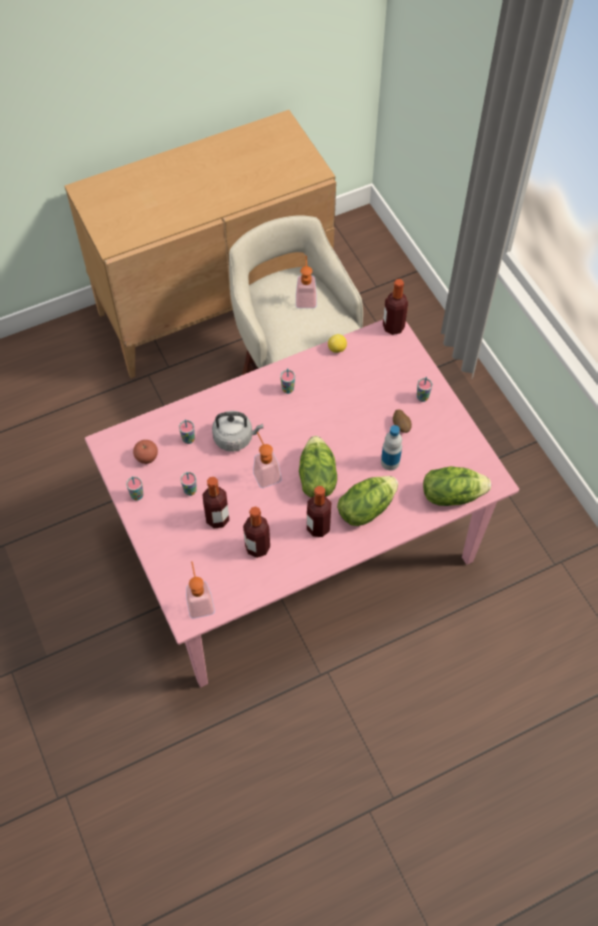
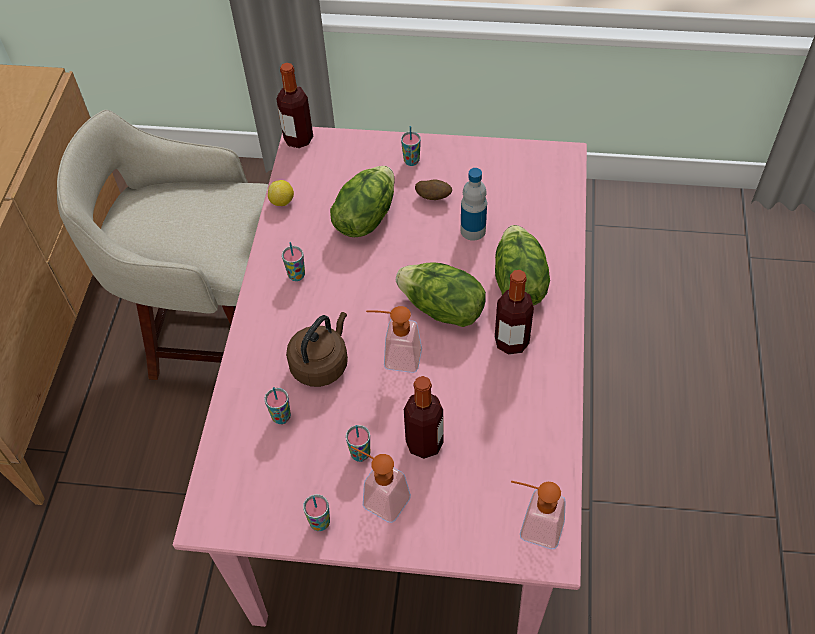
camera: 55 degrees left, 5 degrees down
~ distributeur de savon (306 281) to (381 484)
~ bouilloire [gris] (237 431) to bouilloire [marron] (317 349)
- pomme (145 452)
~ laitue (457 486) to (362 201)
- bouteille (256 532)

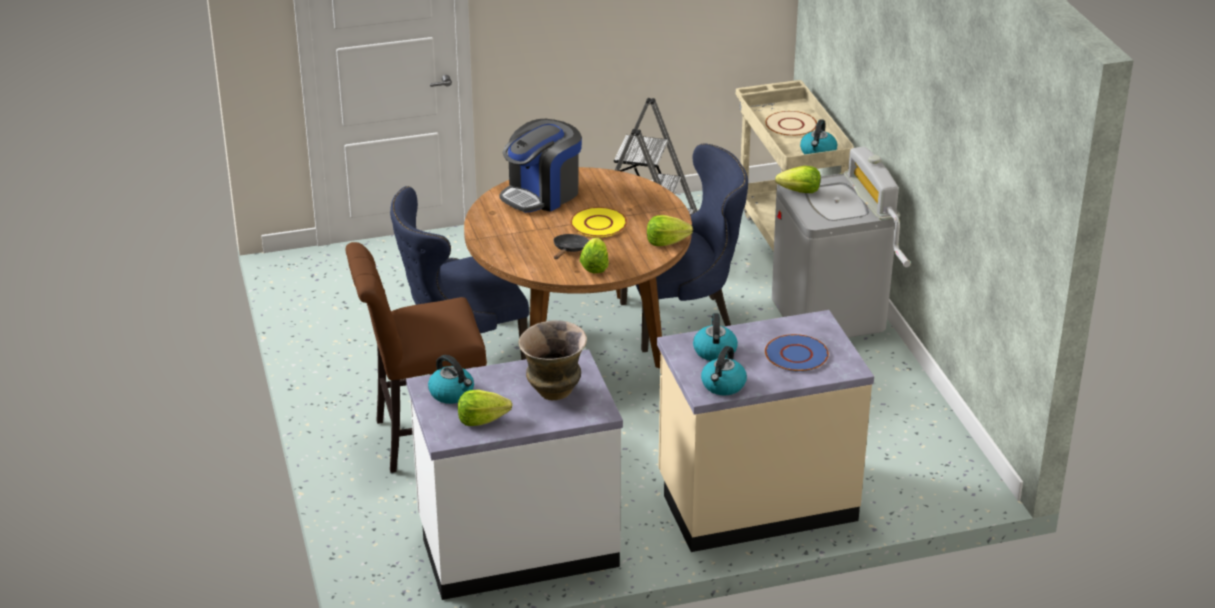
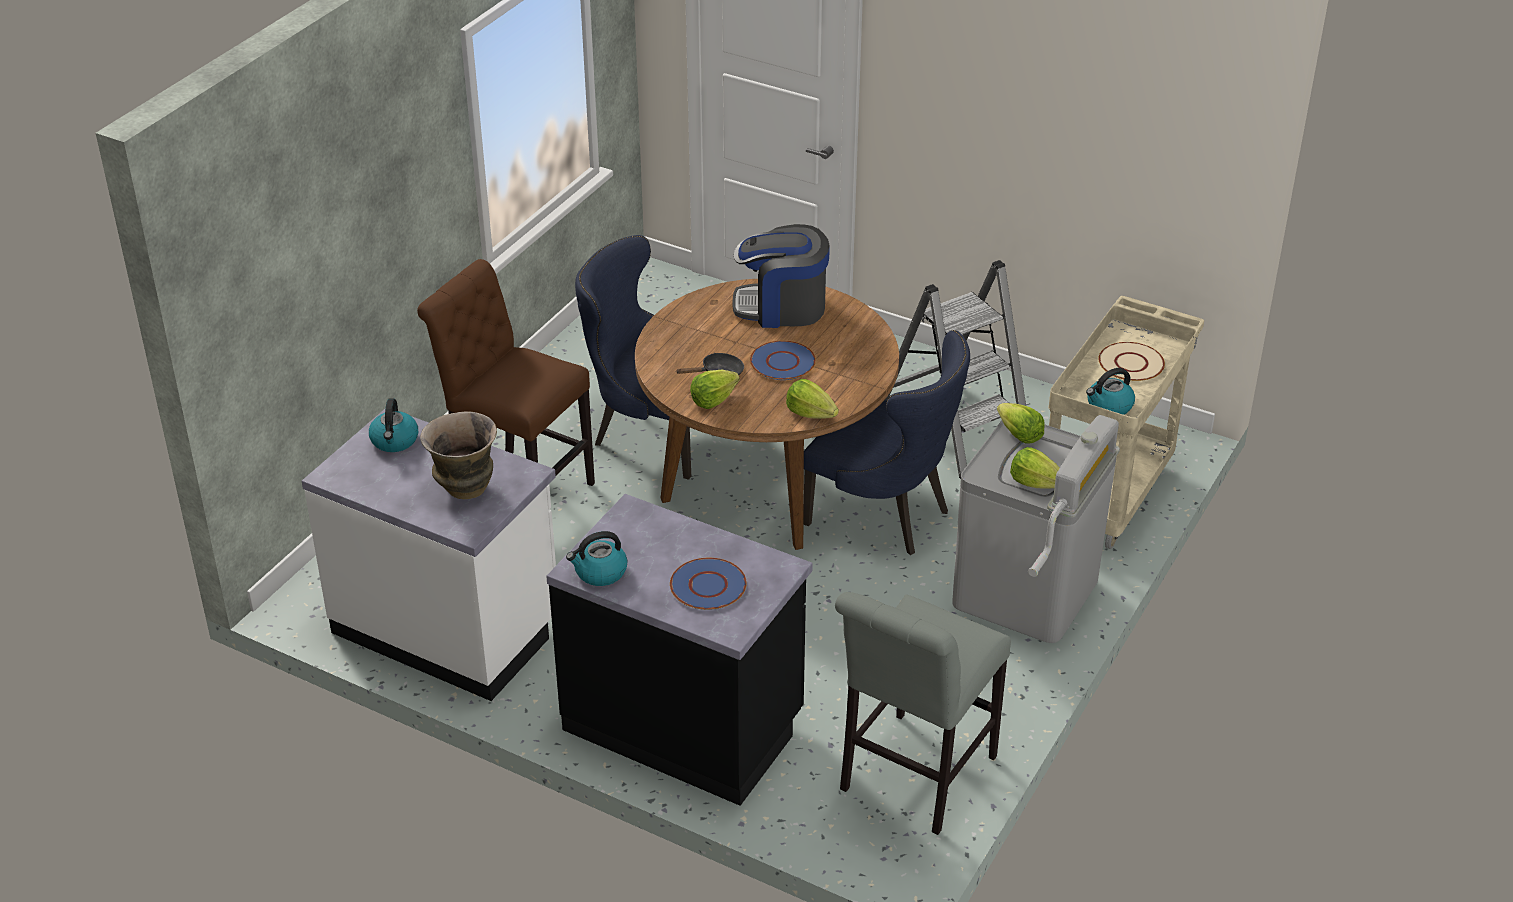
camera: 45 degrees right, 5 degrees up
~ assiette [jaune] (598 222) to assiette [bleu] (783 360)
~ comptoir de cuisine [beige] (765 431) to comptoir de cuisine [noir] (679 650)
- bouilloire (715 337)
~ laitue (485 408) to (1035 468)
+ tabouret [gris] (923 713)

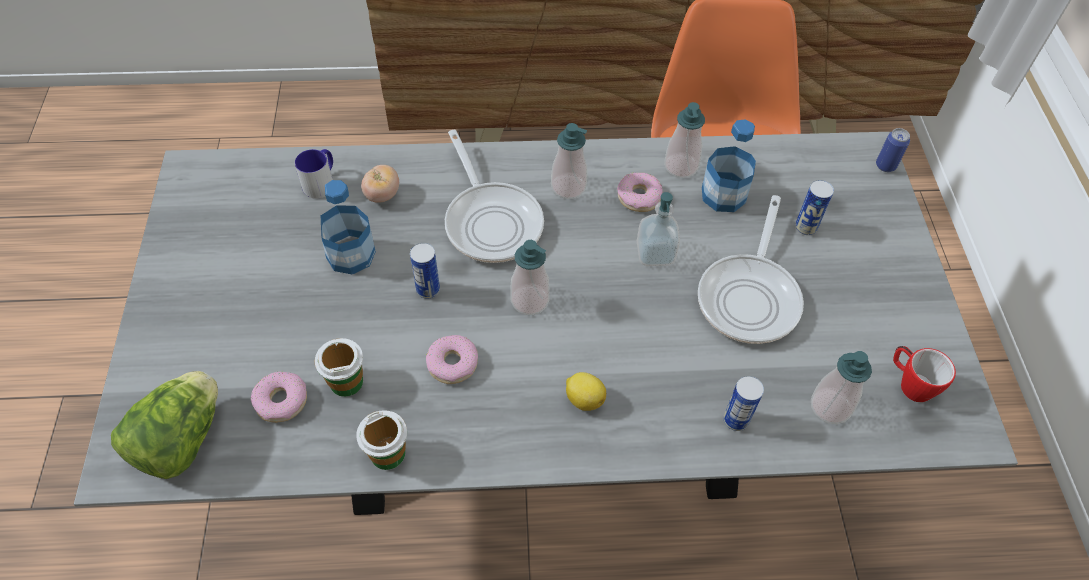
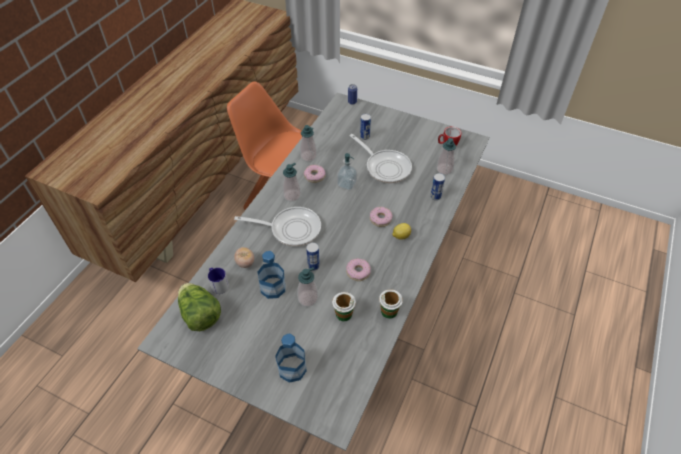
camera: 60 degrees left, 5 degrees down
~ bouteille (729 165) to (291 358)
~ distributeur de savon (530 277) to (307 287)
~ laitue (164 425) to (199 307)
~ beignet (279 397) to (381 217)

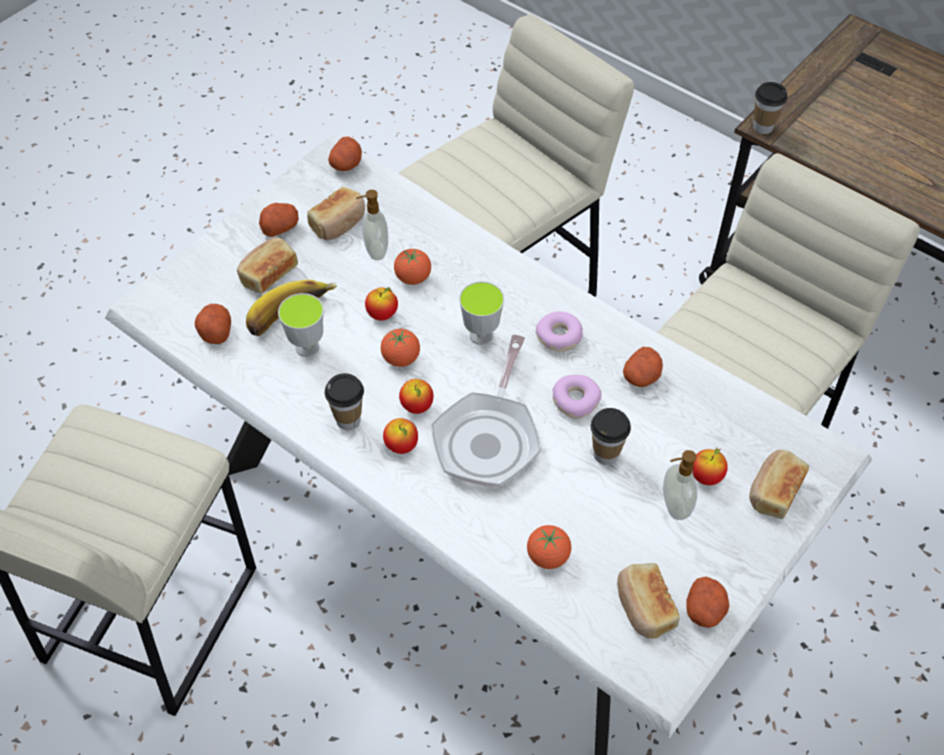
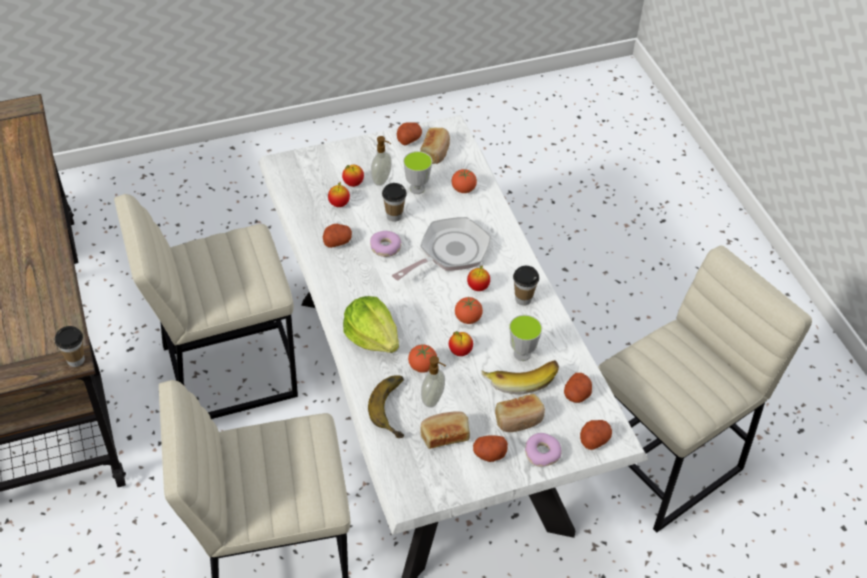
camera: 150 degrees left, 5 degrees down
~ pomme de terre (345 153) to (596 435)
~ tasse (481 313) to (417 172)
~ beignet (559 331) to (543 450)
~ pomme (400 436) to (339 194)
- pain (779 484)
+ laitue (371 324)
+ banane (386 406)

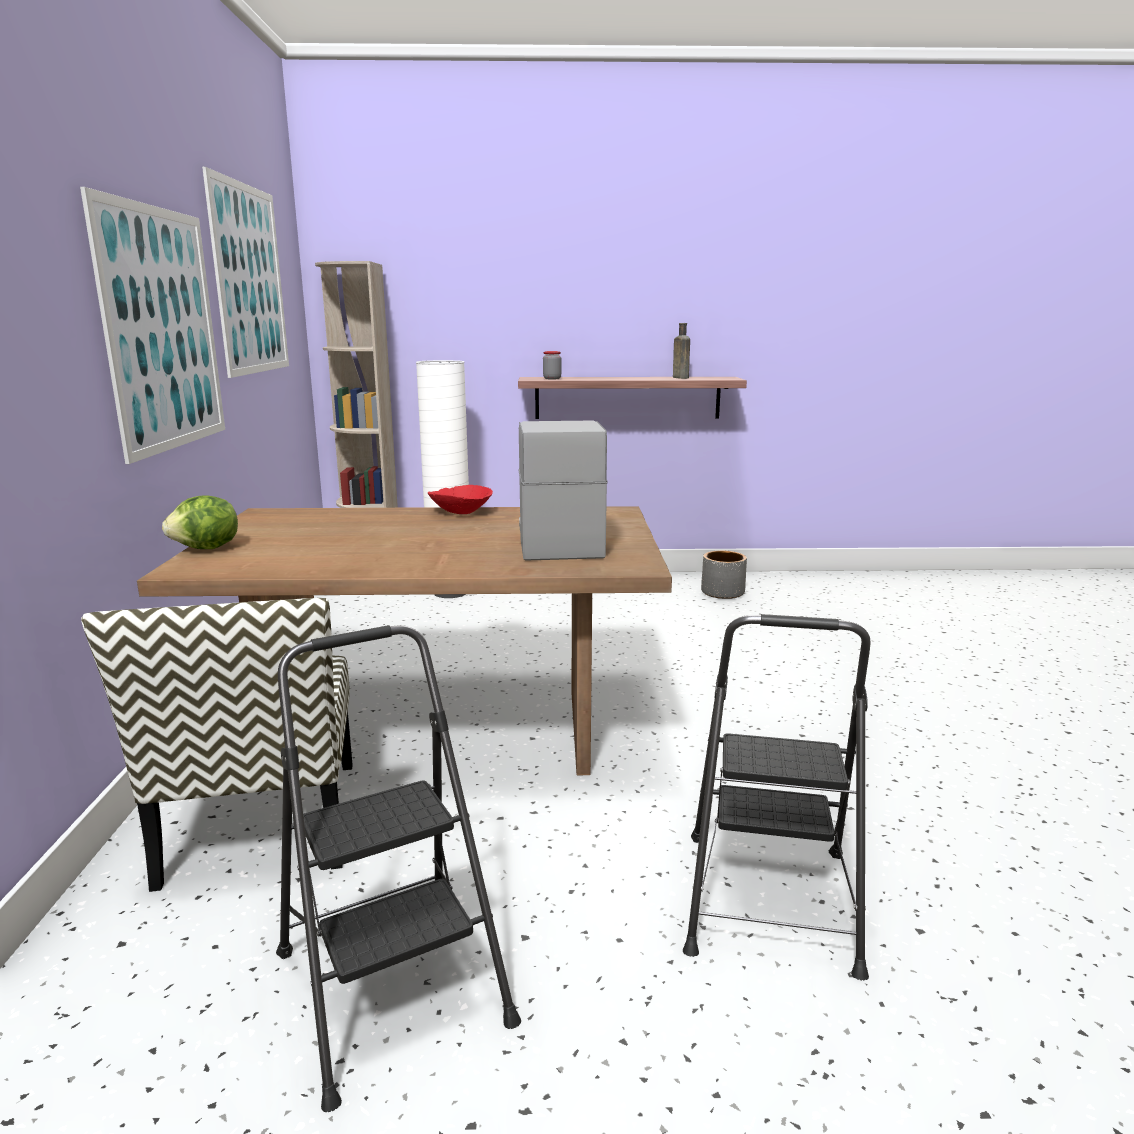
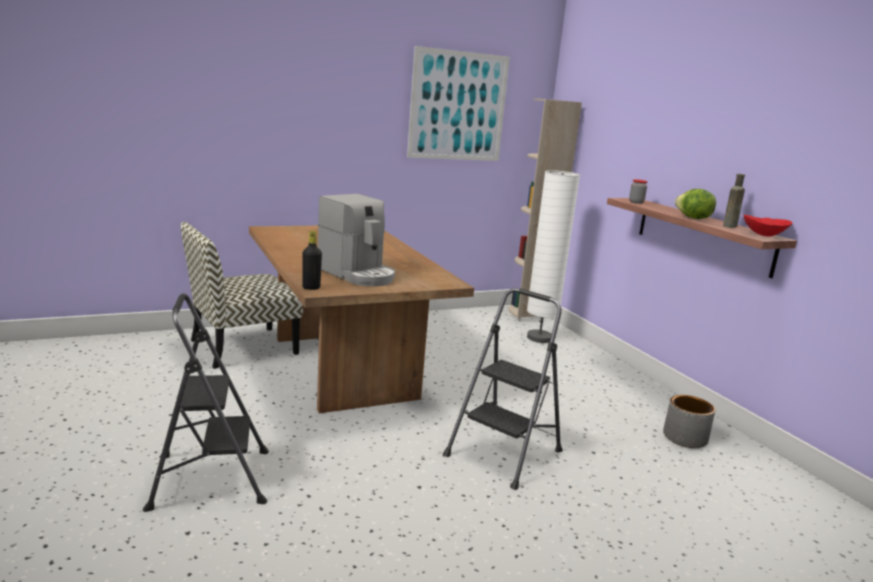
camera: 65 degrees right, 0 degrees up
- tableau (152 325)
~ machine à café (563 490) = (356 240) 75 degrees clockwise
~ bol [rouge] (460 499) to (768 226)
~ laitue (200 522) to (695 204)
~ escabeau [noir] (398 868) to (503 389)
+ bouteille [noir] (312 260)

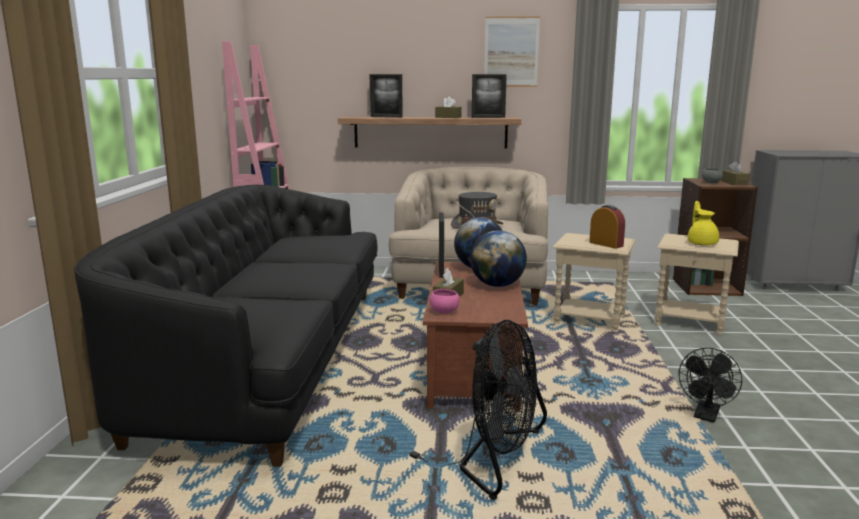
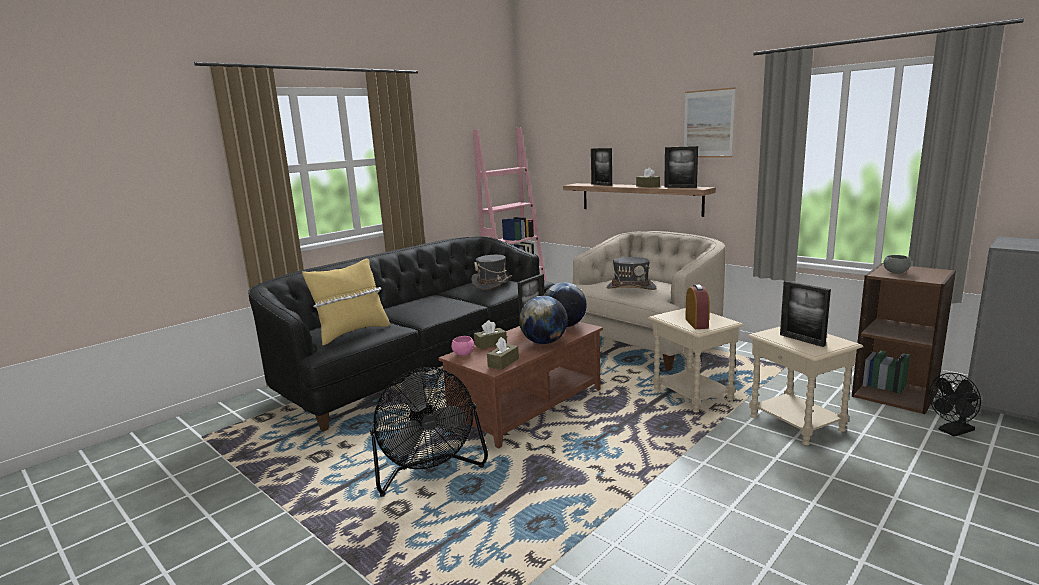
camera: 40 degrees right, 0 degrees up
~ boîte à mouchoirs [marron] (735 173) to (503 353)
~ théière [jaune] (703 223) to cadre photo (805 314)
~ ventilateur [noir] (710 385) to (955 405)
+ chapeau [gris] (492 272)
+ coussin [jaune] (346 301)

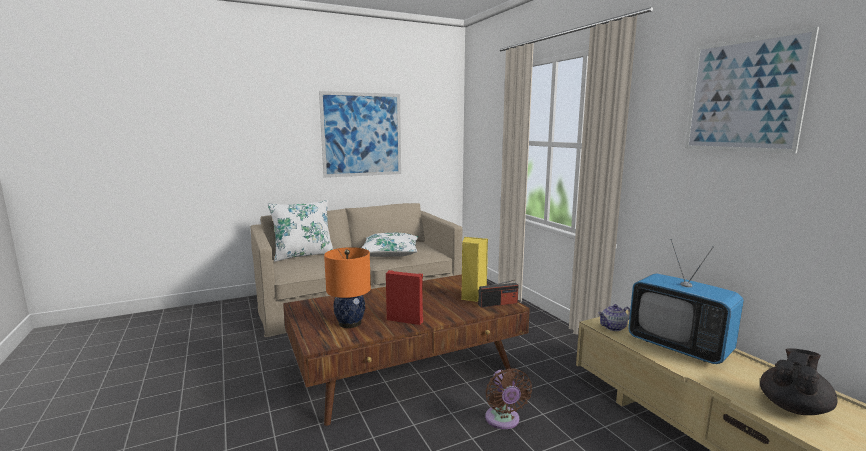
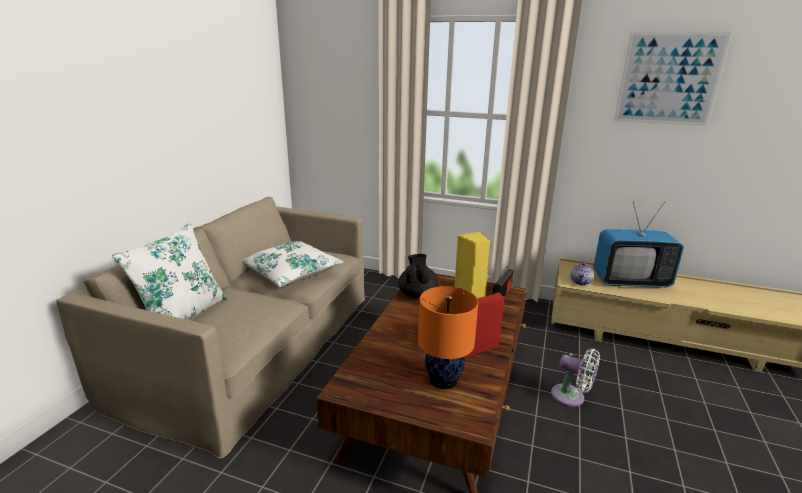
camera: 45 degrees left, 10 degrees up
- tableau (360 134)
~ théière [noir] (799 381) to (418 276)
~ ventilateur [marron] (508 398) to ventilateur [blanc] (575 378)

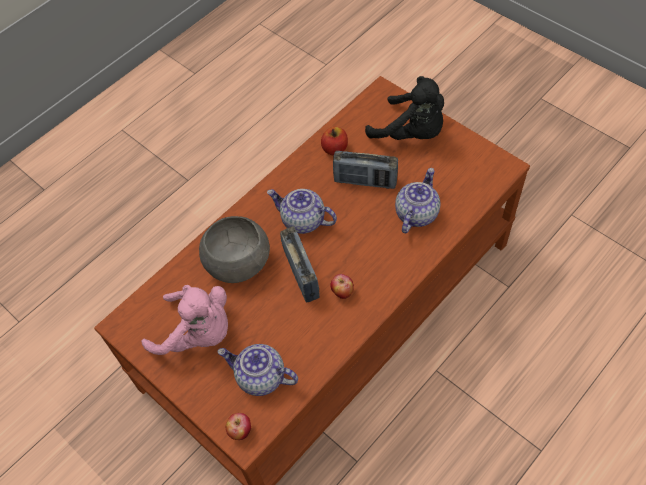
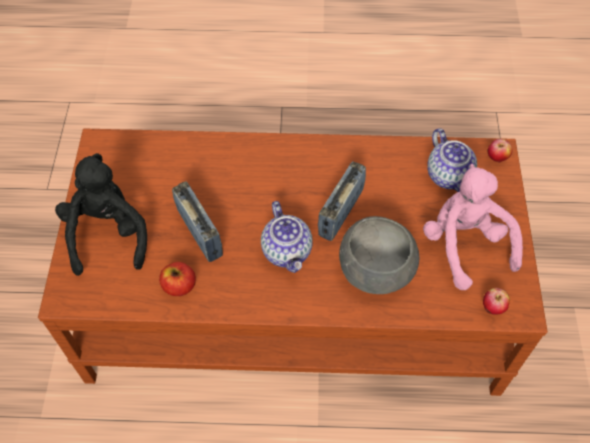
camera: 135 degrees left, 0 degrees up
- théière (417 200)
~ pomme (342 286) to (496 301)

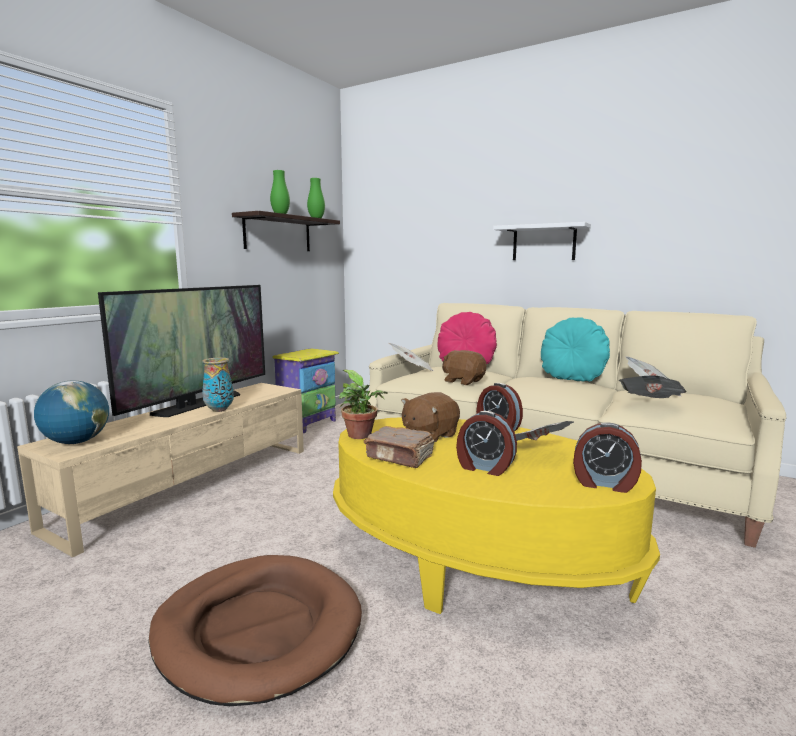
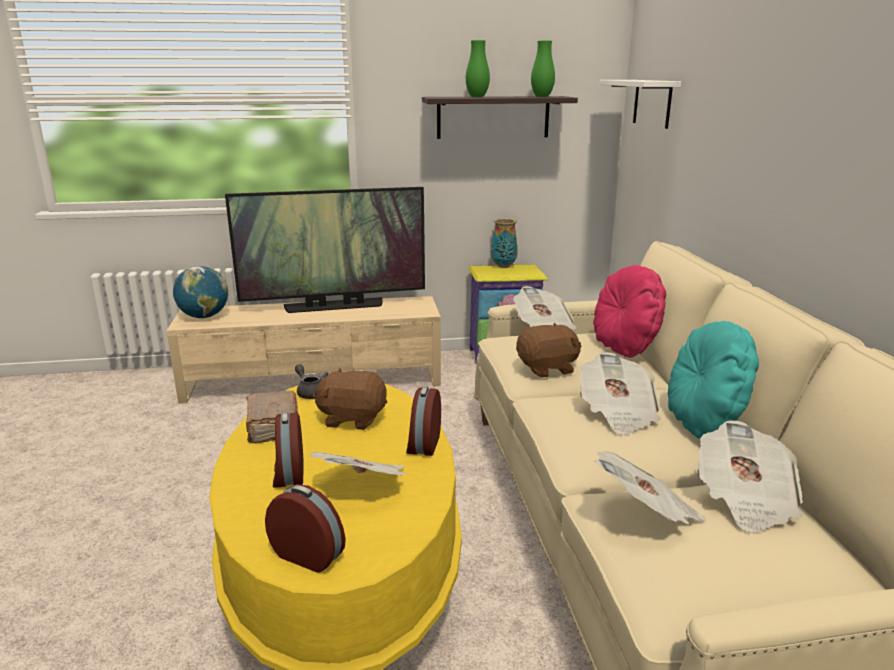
camera: 50 degrees right, 10 degrees up
~ étagère [blanc] (542 241) to (640 104)
~ peluche [marron] (464 367) = (548 350) 75 degrees clockwise
~ vase (218 385) to (504 243)
~ plante en pot (363 404) to théière [gris] (311 381)
~ réveil (607 458) = (305 528) 135 degrees clockwise
- panier pour chien [marron] (255 630)
+ journal (620 393)

